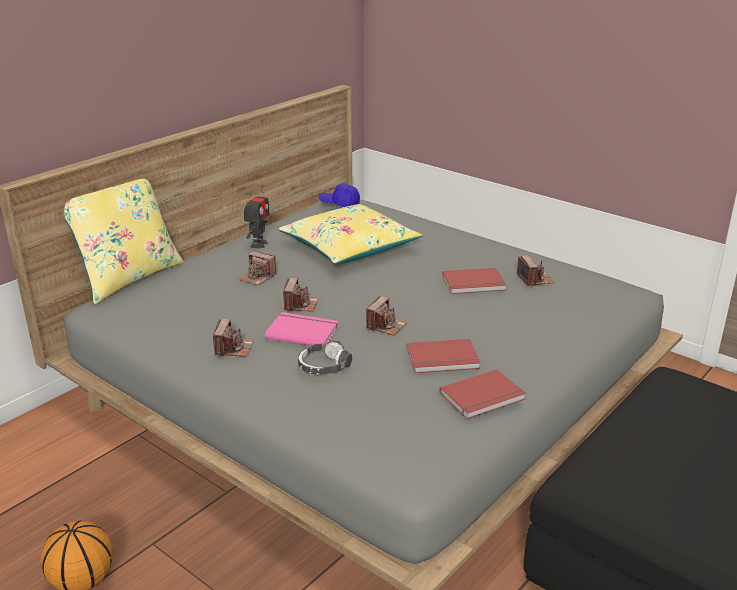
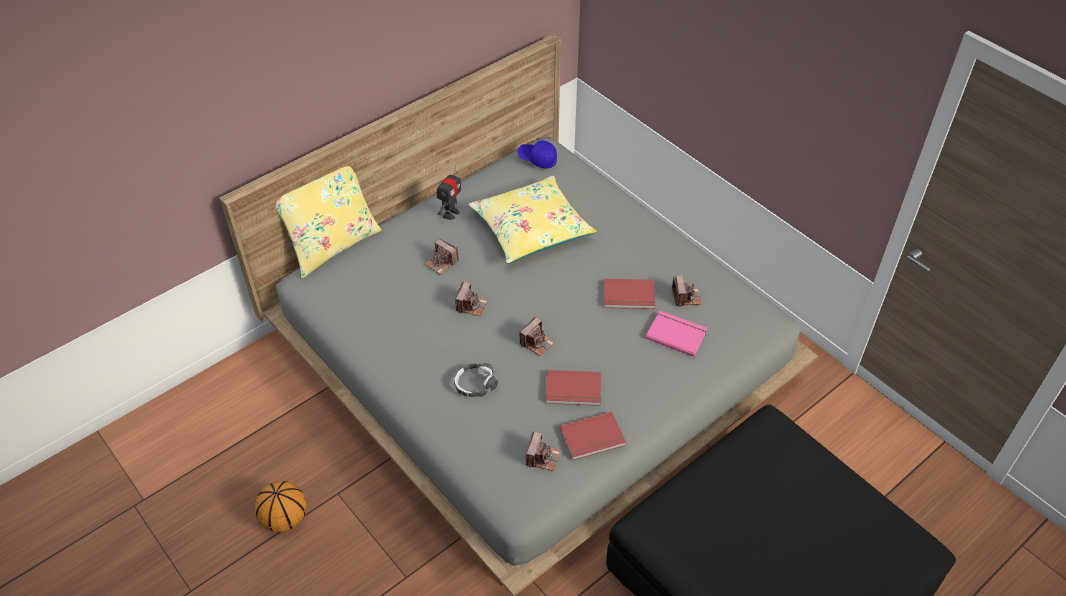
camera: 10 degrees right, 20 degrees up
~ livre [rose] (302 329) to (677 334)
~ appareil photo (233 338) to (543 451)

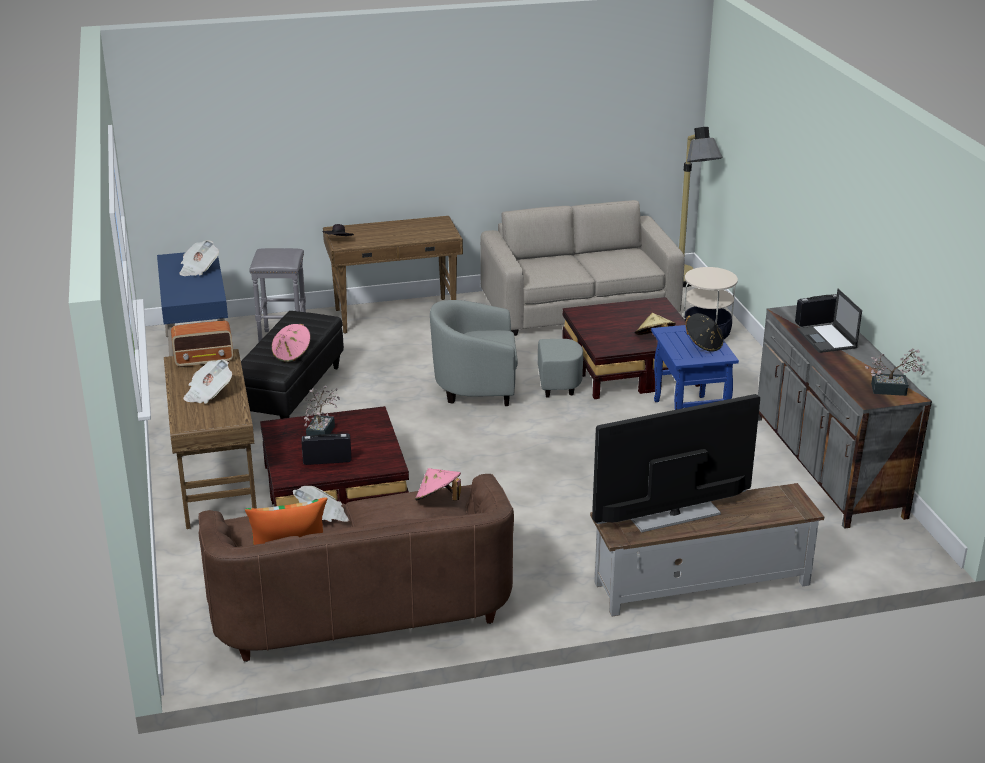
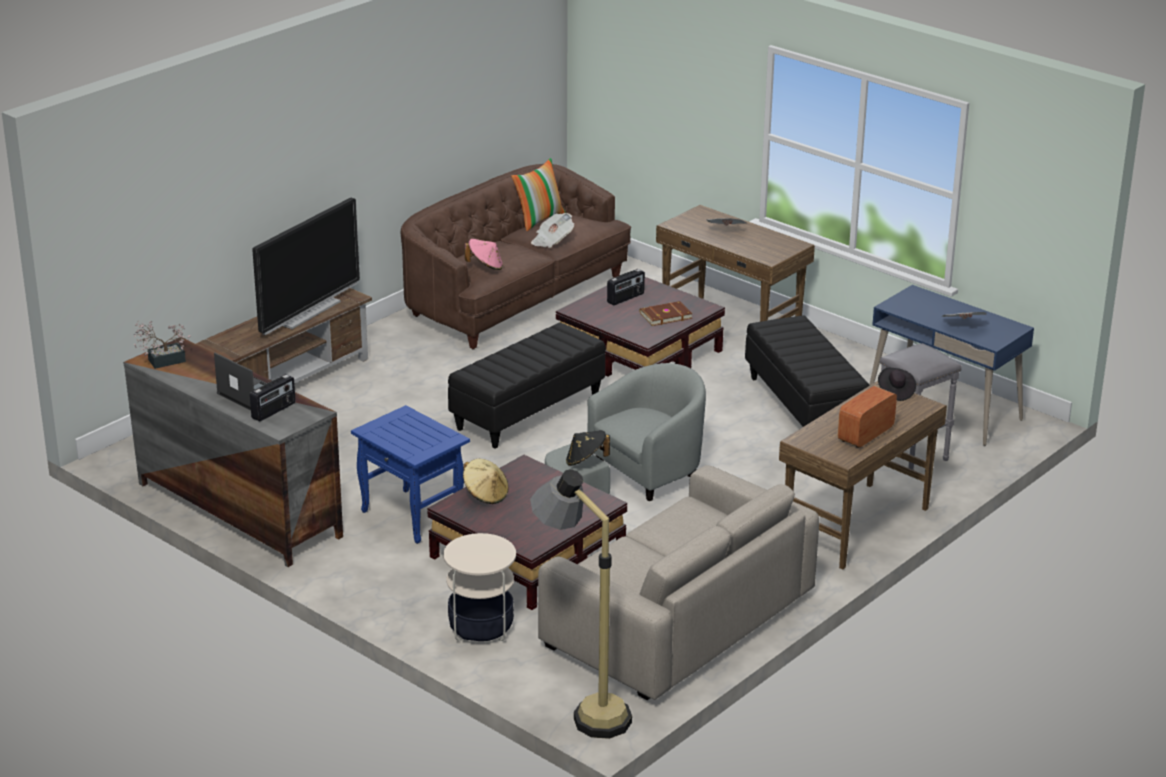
camera: 145 degrees right, 0 degrees up
~ chapeau [noir] (704 332) to (588 448)
~ radio (202 344) to (867 417)
- chapeau [rose] (291 343)
~ plante en pot (322 411) to livre [marron] (666 313)
+ pouf [noir] (527 386)

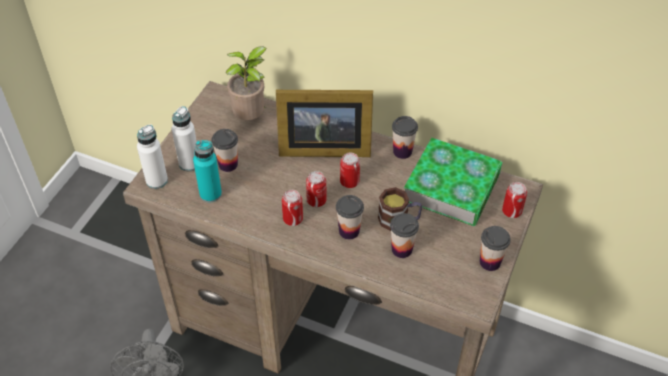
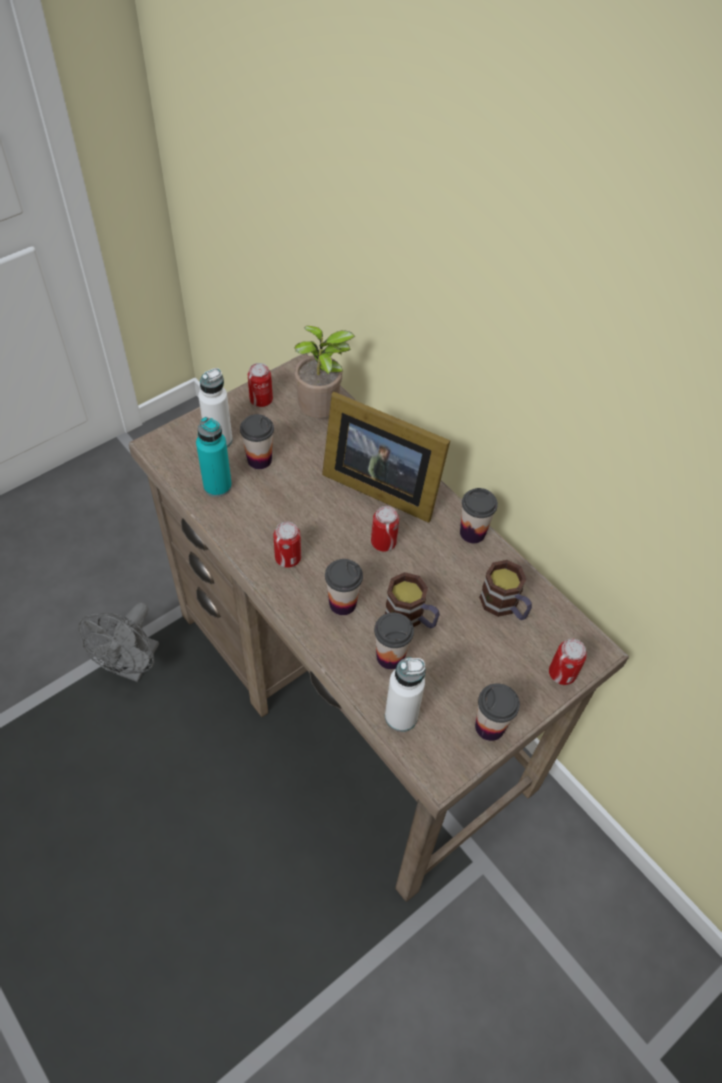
camera: 25 degrees right, 5 degrees up
~ bouteille [blanc] (152 157) to (405 694)
~ livre (453 182) to mug (505 590)
~ boîte métallique (316 189) to (260 385)

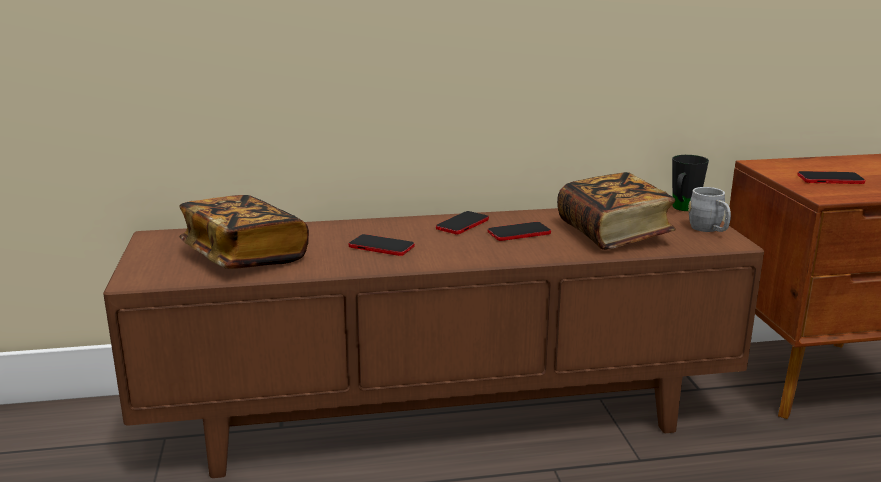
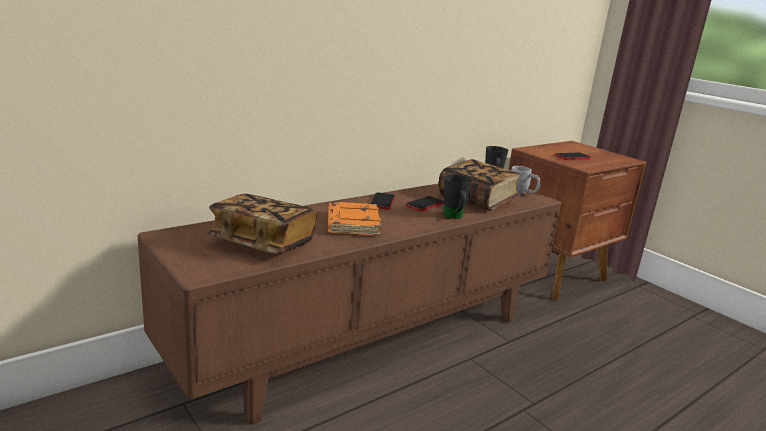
camera: 30 degrees left, 0 degrees up
~ téléphone (382 245) to livre [orange] (354 219)
+ mug [noir] (457 196)

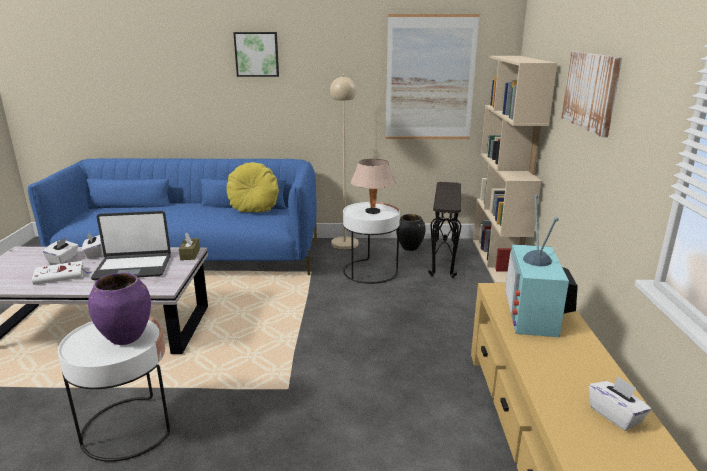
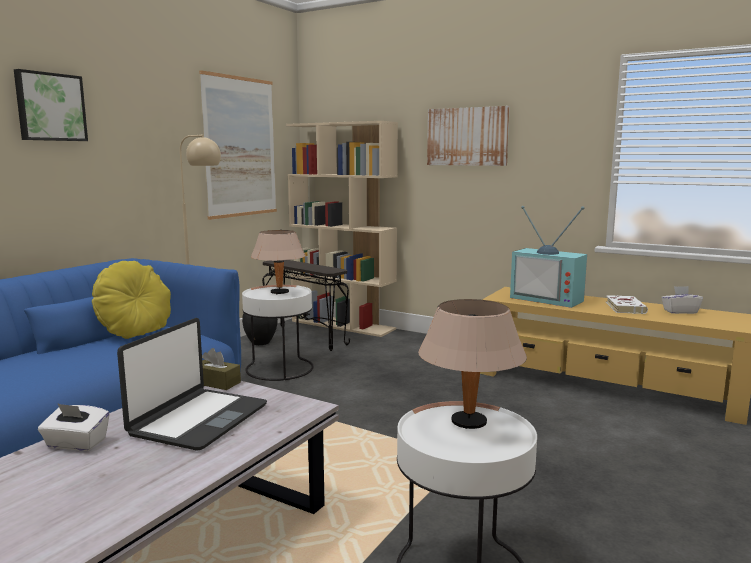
camera: 60 degrees left, 10 degrees down
- boîte à mouchoirs [blanc] (60 251)
~ livre [blanc] (61 273) to (627 304)
~ vase [violet] (119 309) to lampe de table [beige] (472 364)

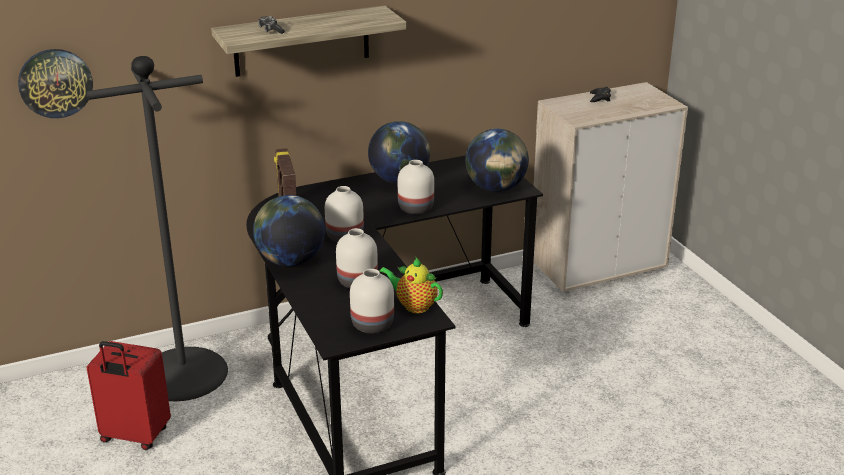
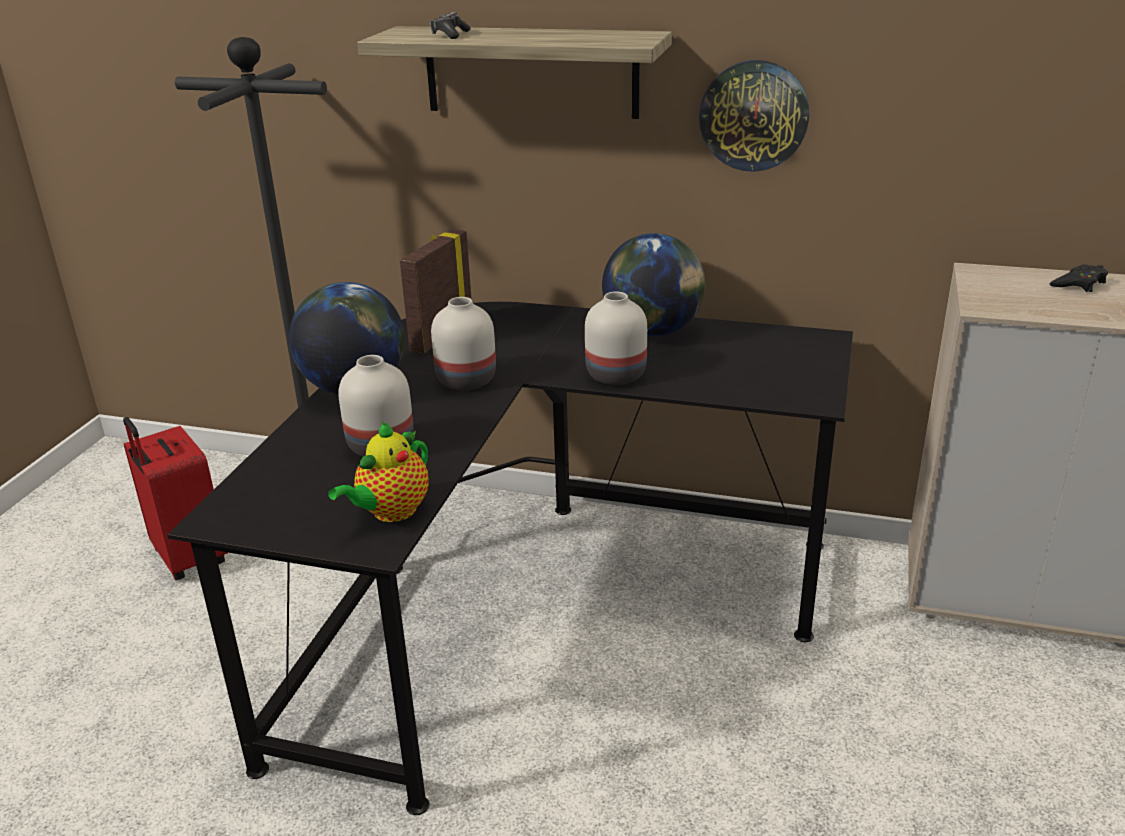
camera: 40 degrees right, 0 degrees up
~ horloge murale (55 83) to (754 116)
- globe (497 160)
~ théière (411 285) = (378 472) 120 degrees counterclockwise
- vase [blanc] (372 301)

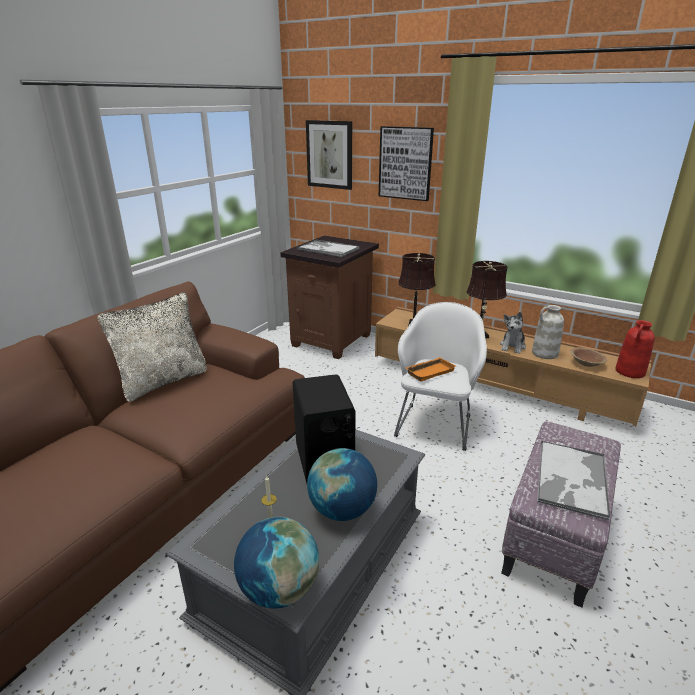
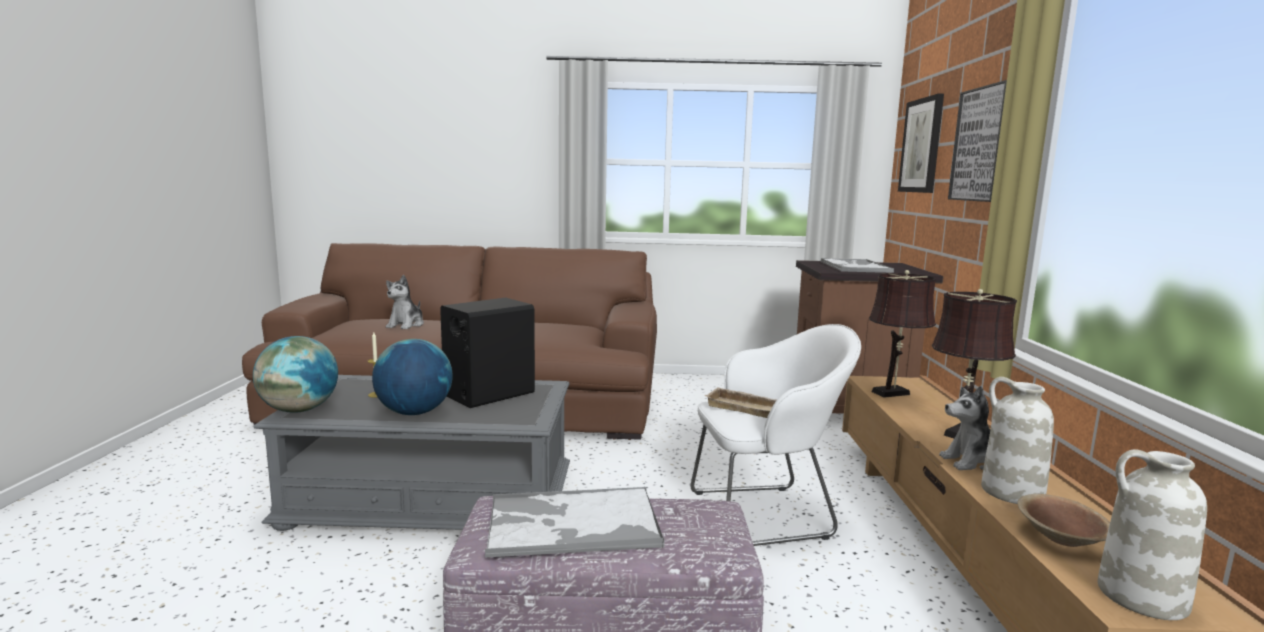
camera: 60 degrees right, 15 degrees down
- coussin [beige] (152 347)
~ vase [rouge] (635 349) to vase [blanc] (1152 534)
~ plateau [orange] (430 369) to plateau [beige] (741 402)
+ peluche (405 302)

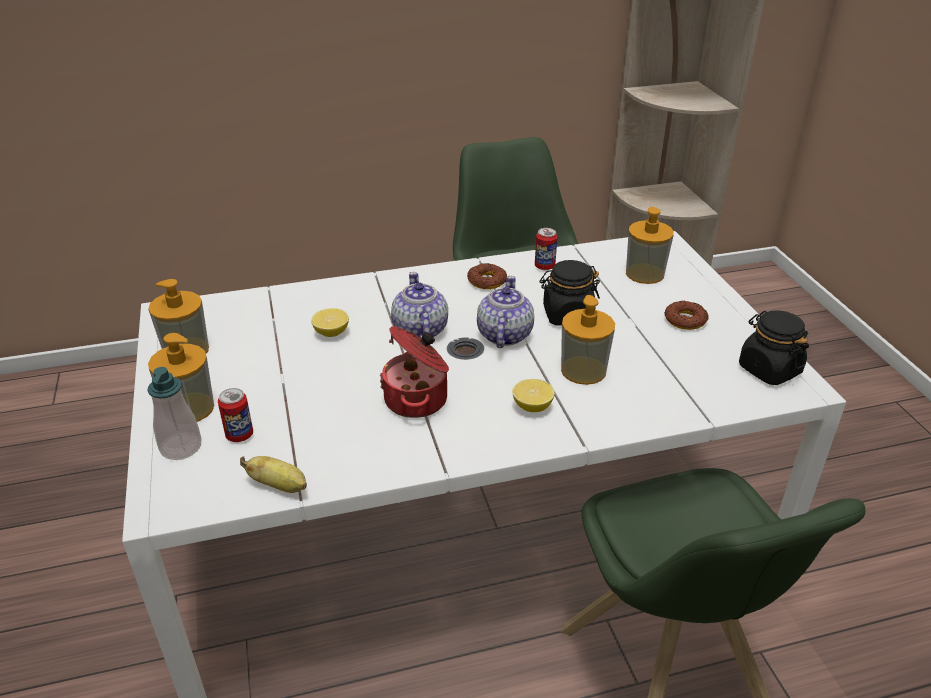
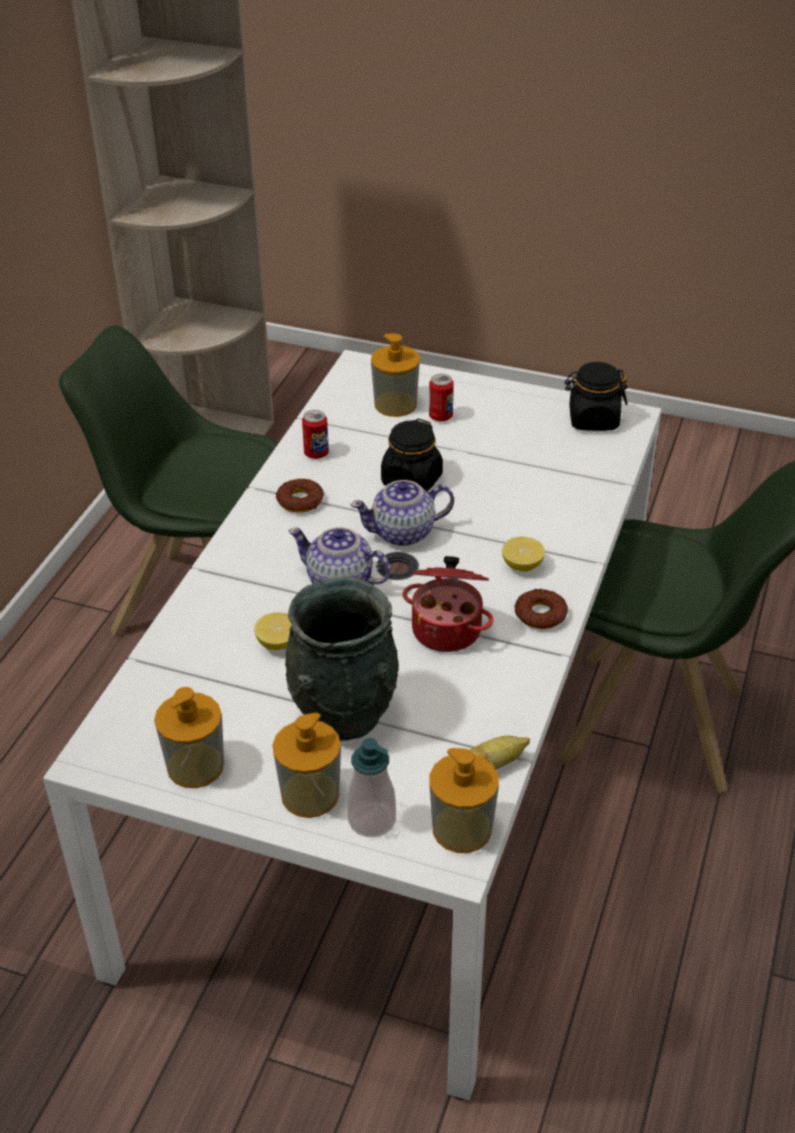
camera: 55 degrees left, 5 degrees up
~ théière (505 312) = (402 513) 60 degrees counterclockwise
~ distributeur de savon (588 340) to (464 800)
~ beignet (686 315) to (541 609)
~ boîte métallique (235 415) to (441 398)
+ vase [gris] (342 659)

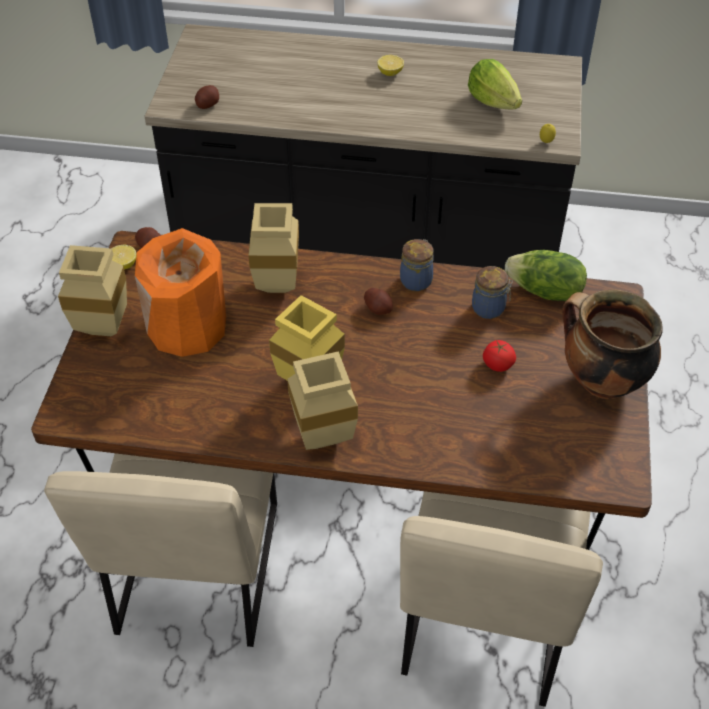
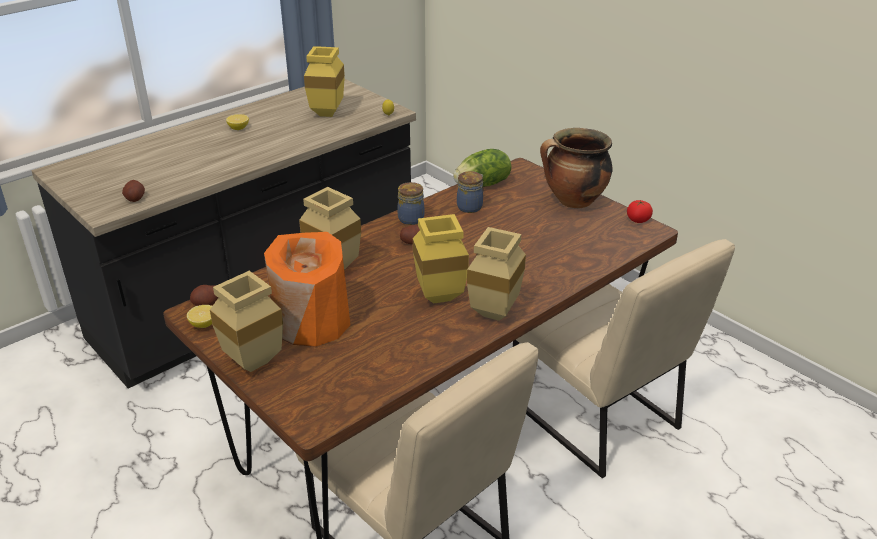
camera: 50 degrees left, 15 degrees down
~ laitue (495 84) to vase [jaune] (324 81)
~ tomate (499 356) to (640 211)

